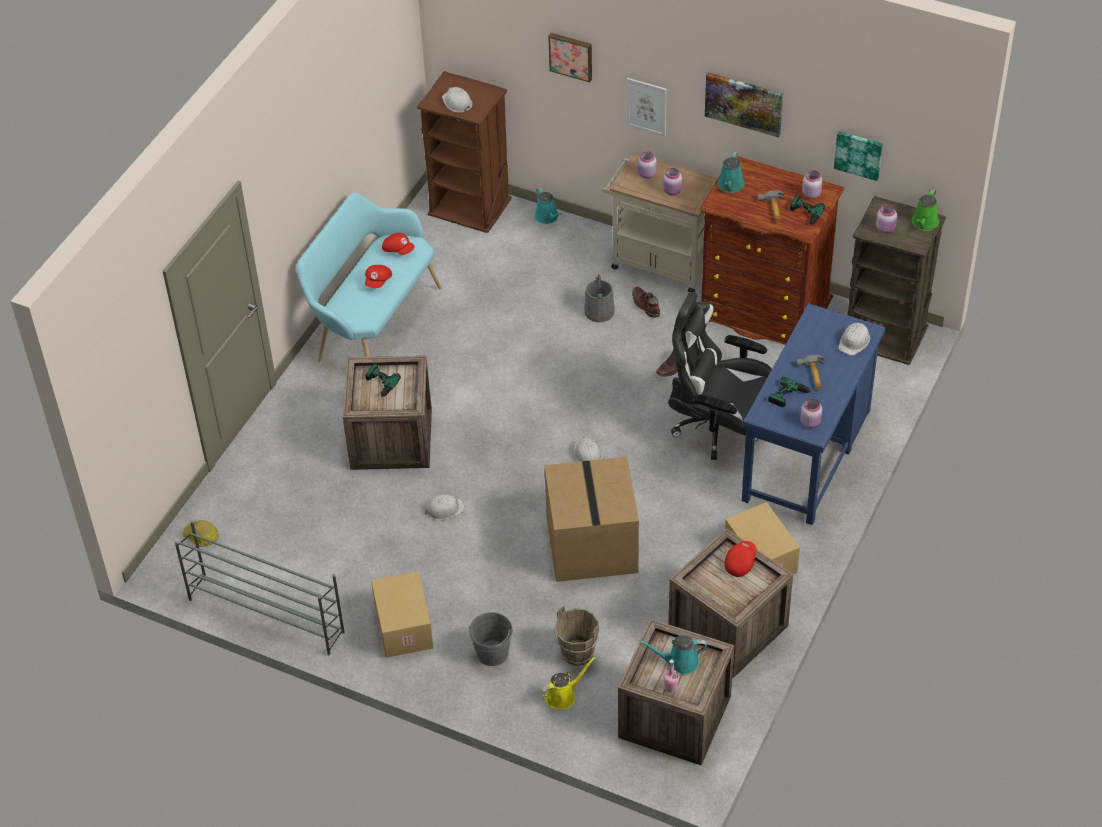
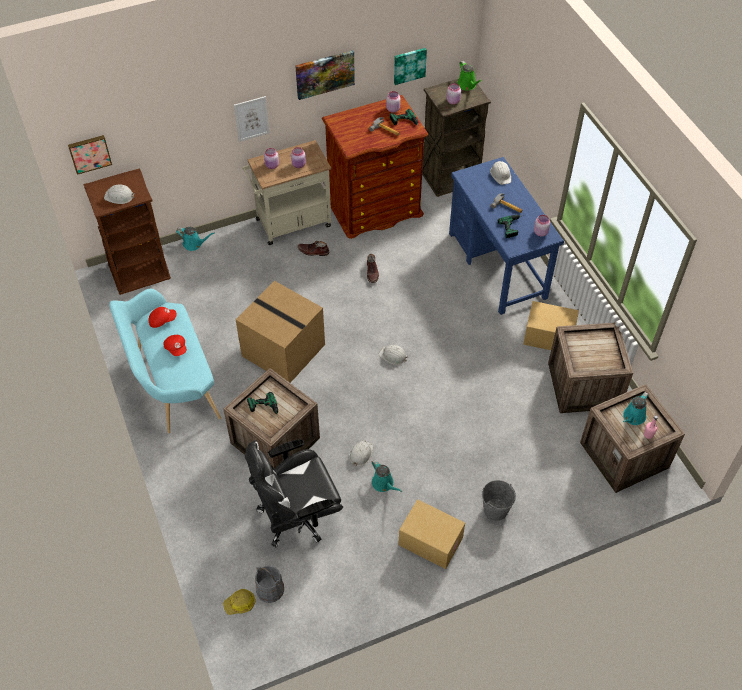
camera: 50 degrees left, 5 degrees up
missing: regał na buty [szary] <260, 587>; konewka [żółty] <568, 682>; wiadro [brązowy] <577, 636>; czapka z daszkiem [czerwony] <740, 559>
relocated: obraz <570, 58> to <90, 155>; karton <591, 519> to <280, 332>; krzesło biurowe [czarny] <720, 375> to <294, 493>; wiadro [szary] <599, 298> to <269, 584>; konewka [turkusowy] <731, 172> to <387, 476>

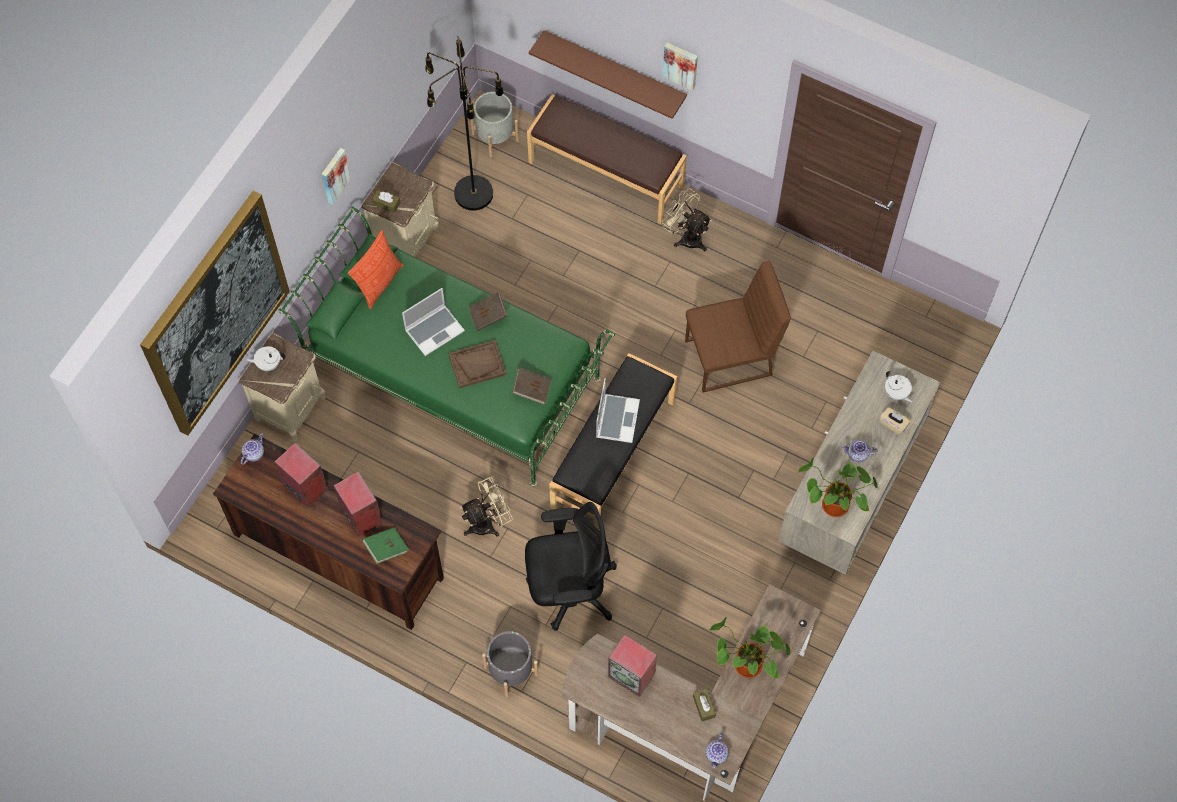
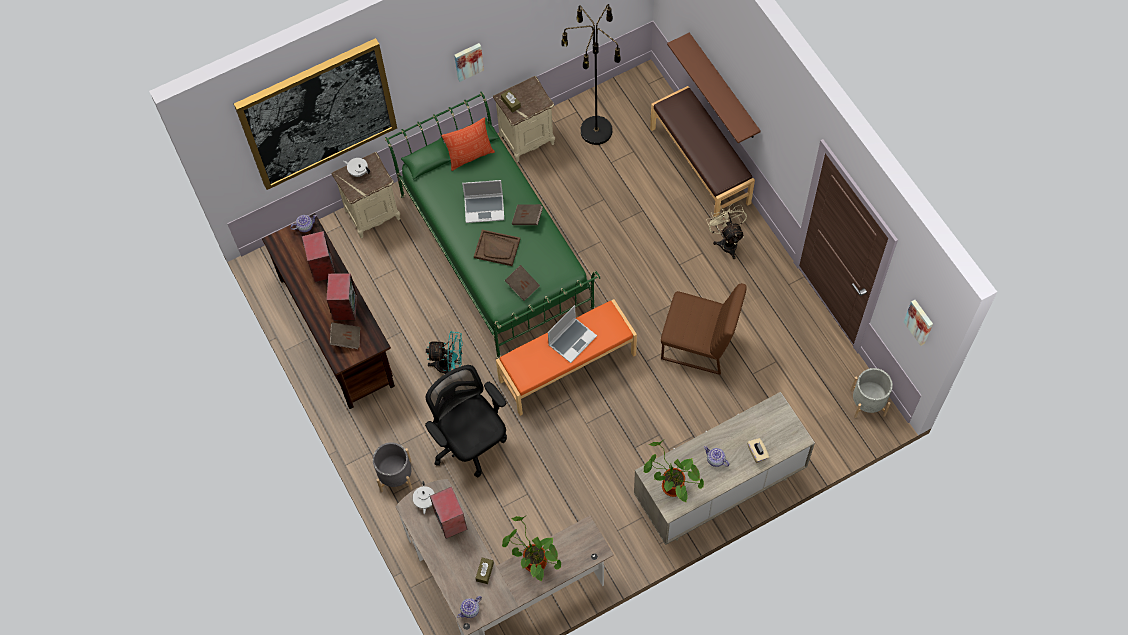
camera: 35 degrees right, 0 degrees up
relocated: imbryk [biały] <898, 386> to <423, 497>; donica [szary] <494, 124> to <872, 393>; obraz <680, 67> to <918, 323>
colour: książka [zielony] <385, 545> to książka [brązowy] <345, 335>; wentylator [beżowy] <486, 506> to wentylator [turkusowy] <444, 352>; ławka [czarny] <613, 434> to ławka [pomarańczowy] <566, 357>
spun: krzesło biurowe [czarny] <571, 566> = <466, 421> 150 degrees counterclockwise

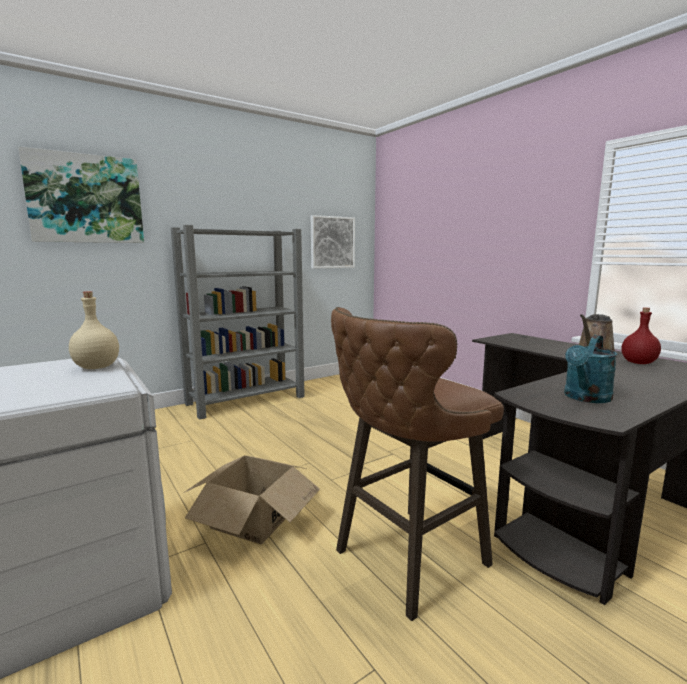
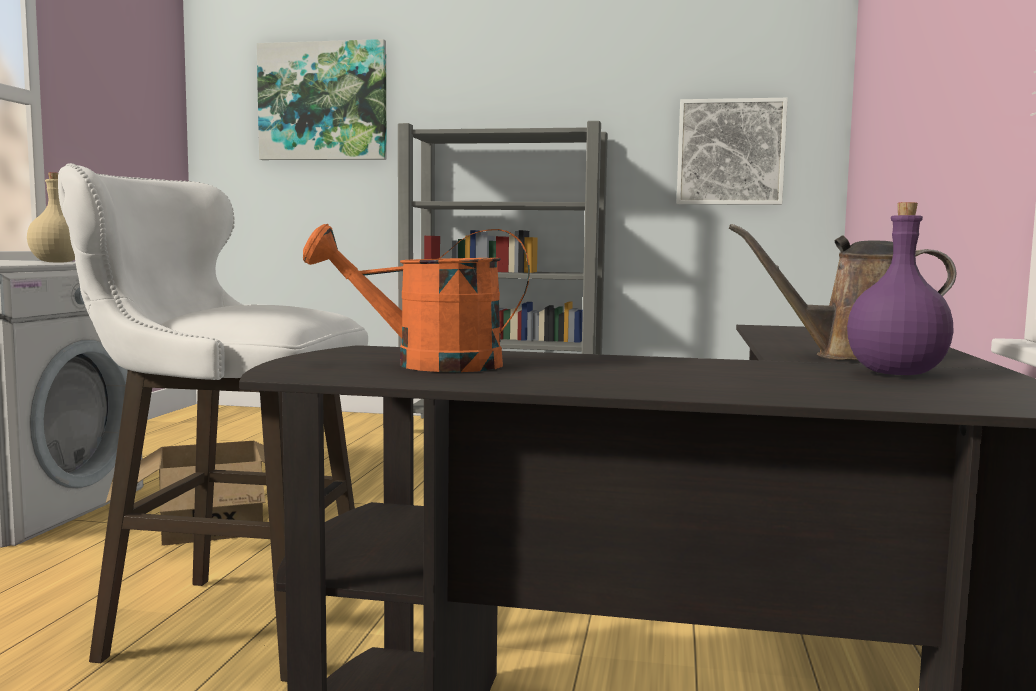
camera: 45 degrees right, 5 degrees down
colour: stołek [brązowy] <417, 464> to stołek [biały] <213, 422>; konewka [turkusowy] <590, 369> to konewka [pomarańczowy] <416, 297>; butelka [czerwony] <641, 335> to butelka [fioletowy] <900, 288>

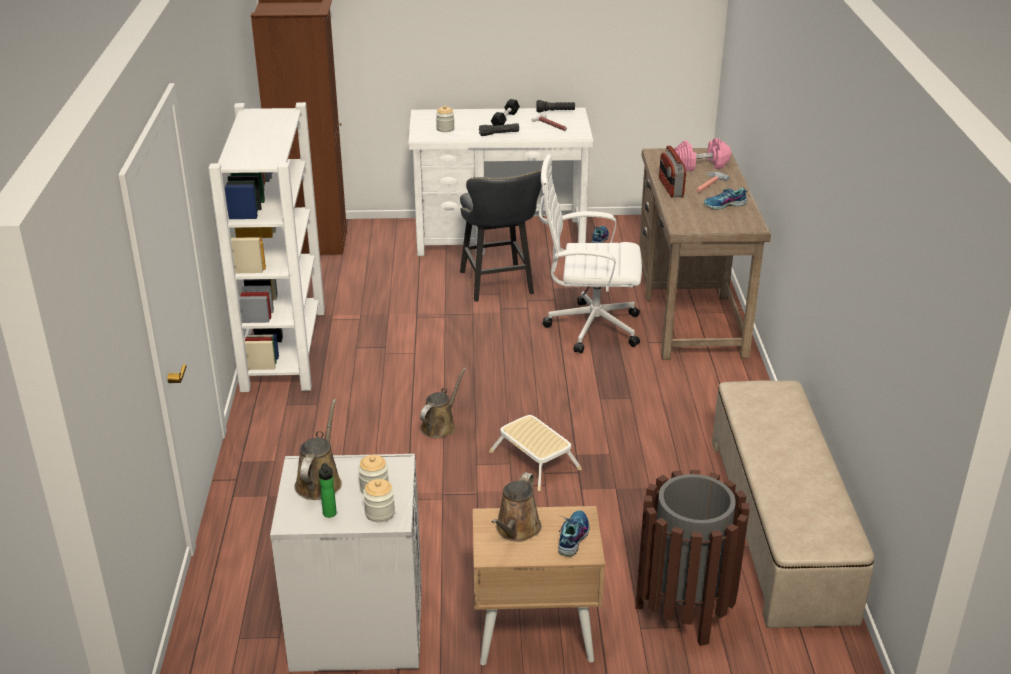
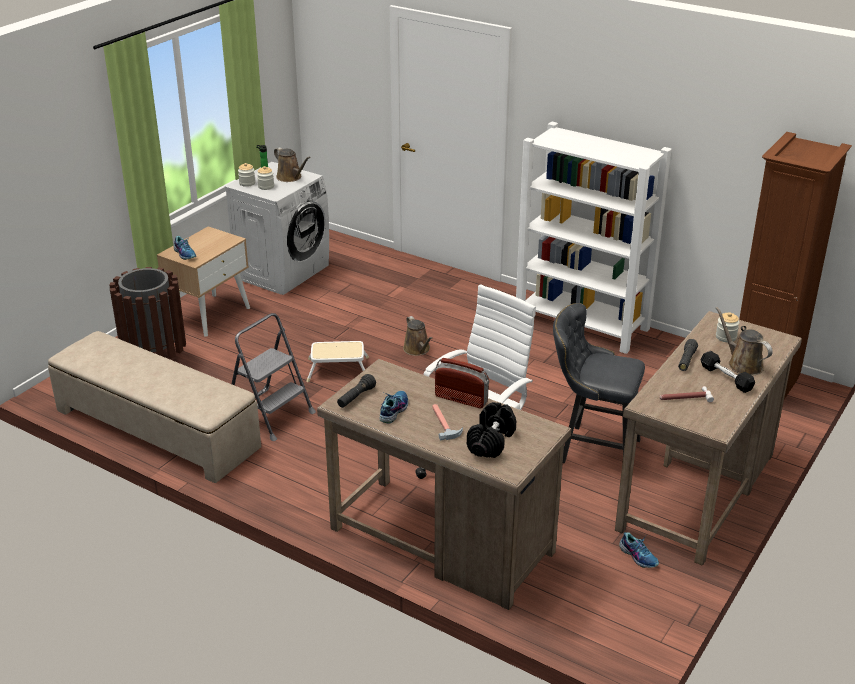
camera: 125 degrees right, 0 degrees up
appeared: drabinka [szary] <274, 377>
relocated: latarka [czarny] <555, 106> to <356, 391>; konewka [brązowy] <517, 507> to <744, 341>
colour: hantel [różowy] <703, 154> to hantel [czarny] <491, 430>; biurko [biały] <500, 182> to biurko [brązowy] <708, 438>

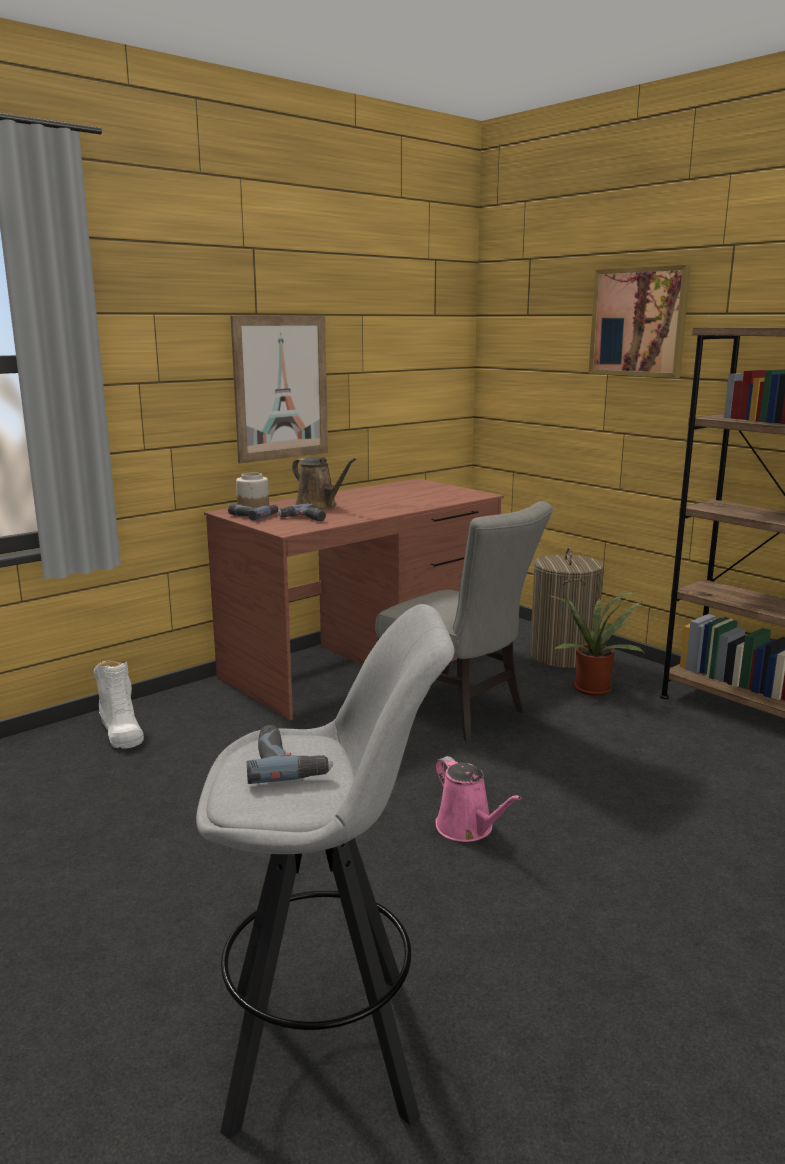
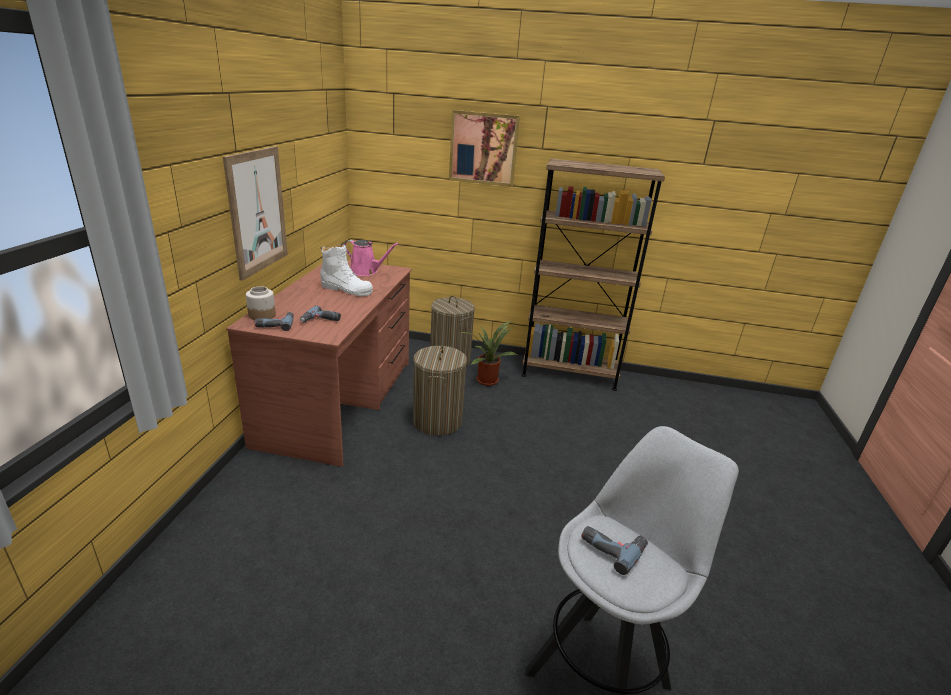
camera: 40 degrees left, 10 degrees up
missing: konewka [brązowy] <324, 483>
relocated: but z cholewką [biały] <119, 704> to <346, 270>; konewka [różowy] <478, 799> to <371, 258>
exchanged: krzesło [szary] <464, 621> to kosz na pranie <440, 390>

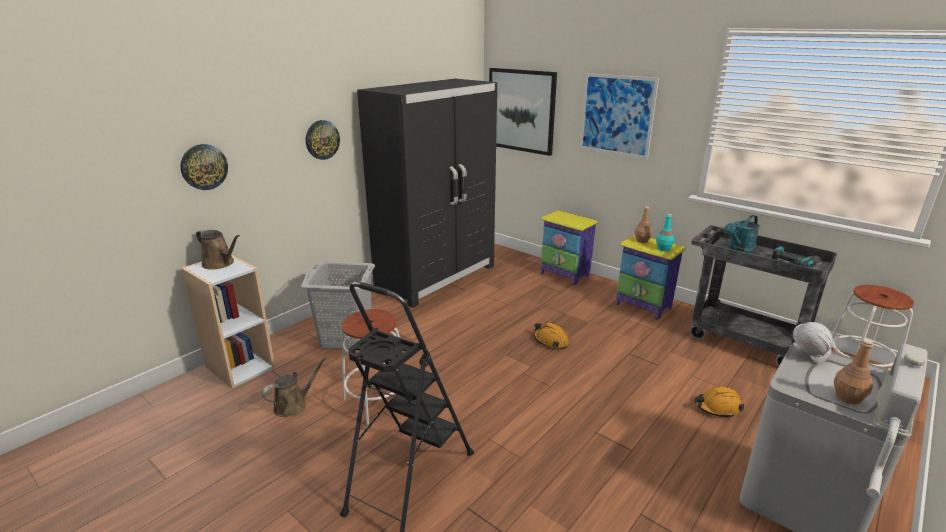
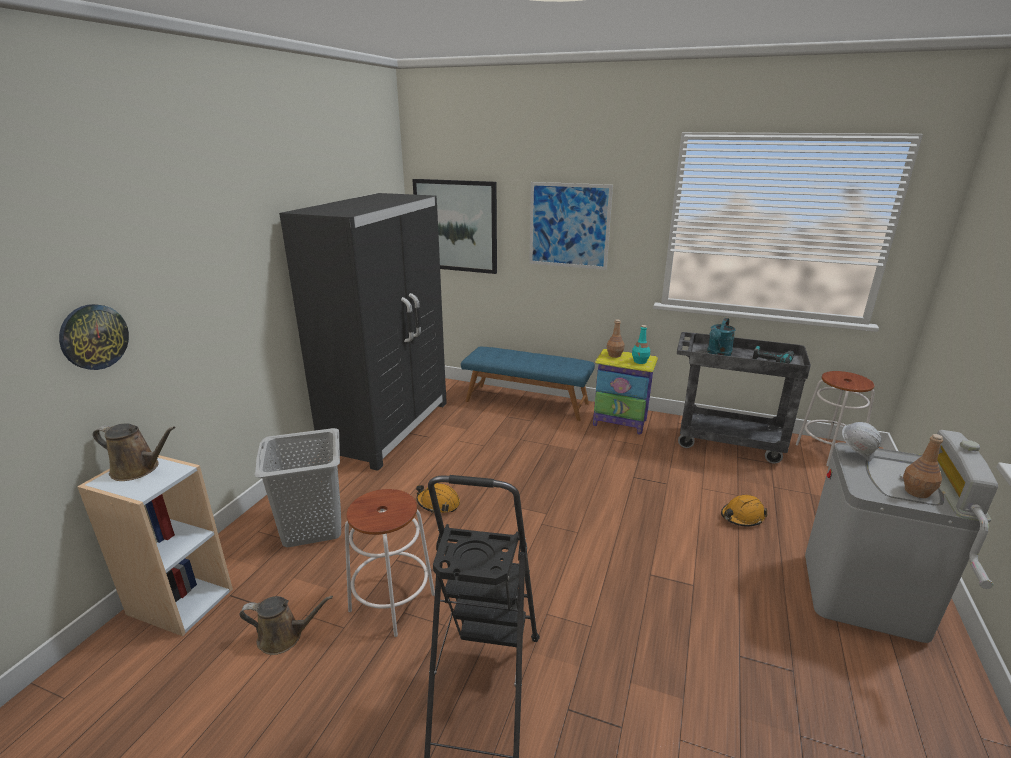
camera: 20 degrees left, 0 degrees up
missing: zegar ścienny <323, 140>
relocated: kask [pomarańczowy] <552, 336> to <438, 498>
exchanged: szafka nocna <569, 247> to ławka [niebieski] <528, 384>
spun: konewka [brązowy] <294, 387> = <286, 625> 60 degrees clockwise

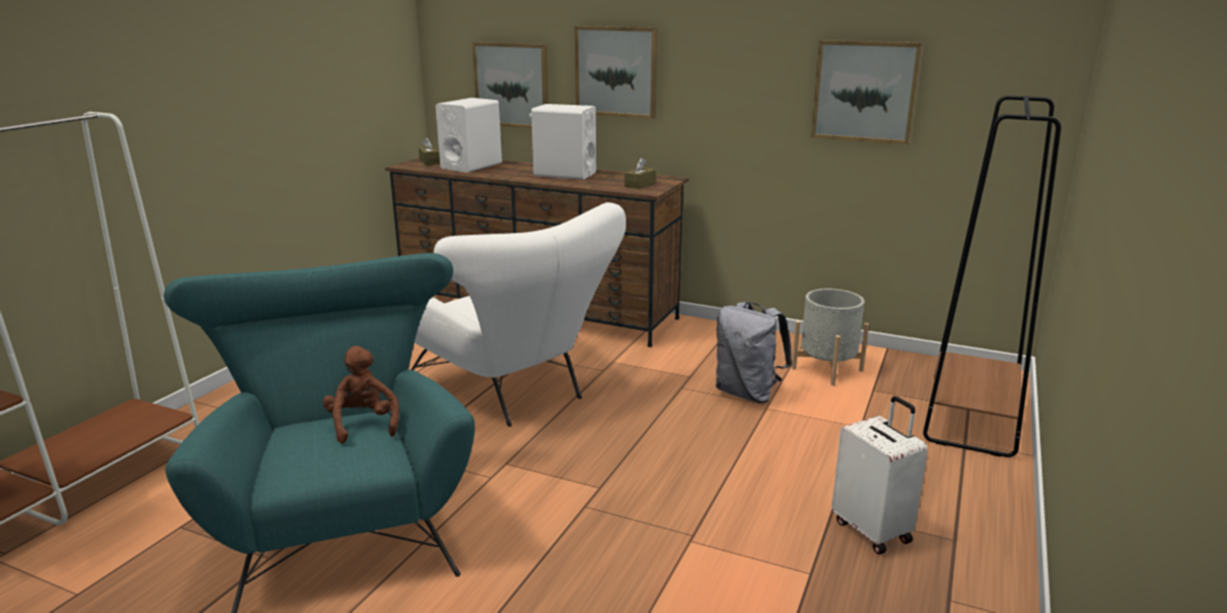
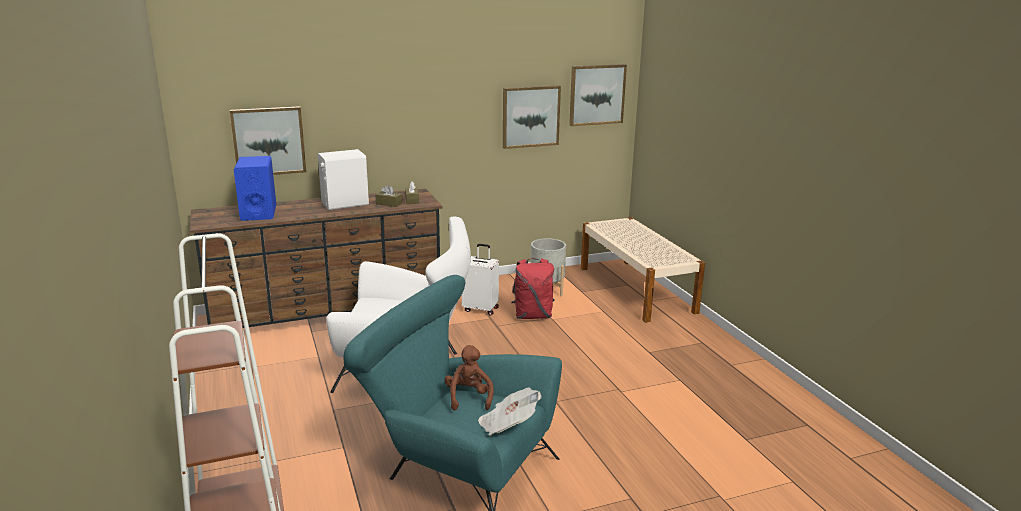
camera: 45 degrees left, 0 degrees up
appeared: gazeta <510, 411>
relocated: pudełko chusteczek [brązowy] <429, 151> to <389, 196>; walizka [biały] <880, 475> to <480, 280>; obraz <616, 72> to <598, 95>
exchanged: wieszak <992, 276> to ławka [beżowy] <643, 270>
colour: głośnik [biały] <469, 135> to głośnik [niebieski] <255, 188>; plecak [szary] <754, 352> to plecak [czerwony] <533, 288>
spun: pluszak [brązowy] <360, 395> = <469, 378> 60 degrees clockwise

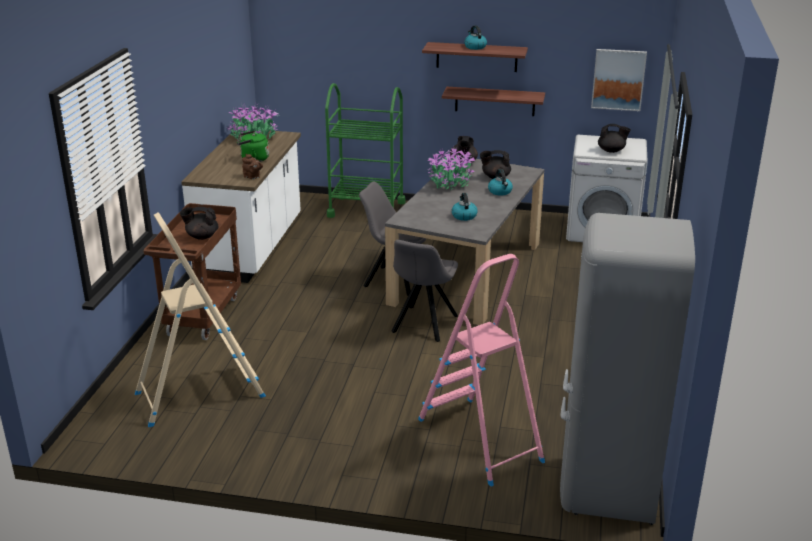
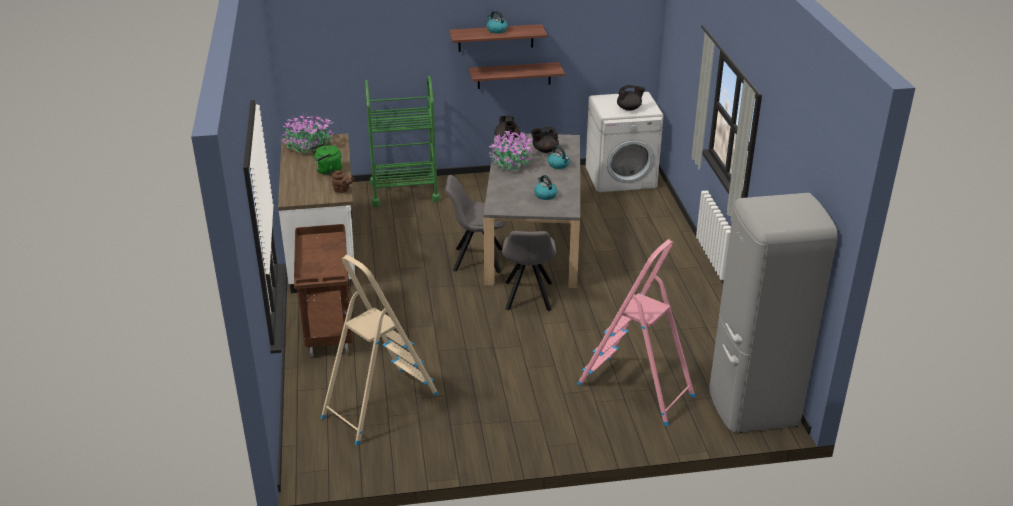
camera: 20 degrees left, 5 degrees up
missing: imbryk [czarny] <199, 223>; obraz <619, 80>

